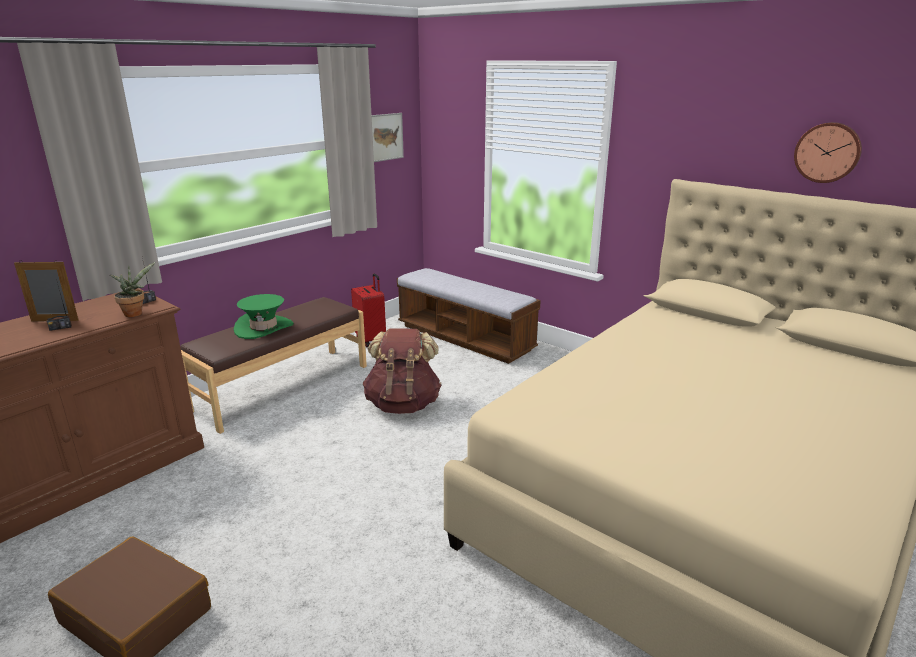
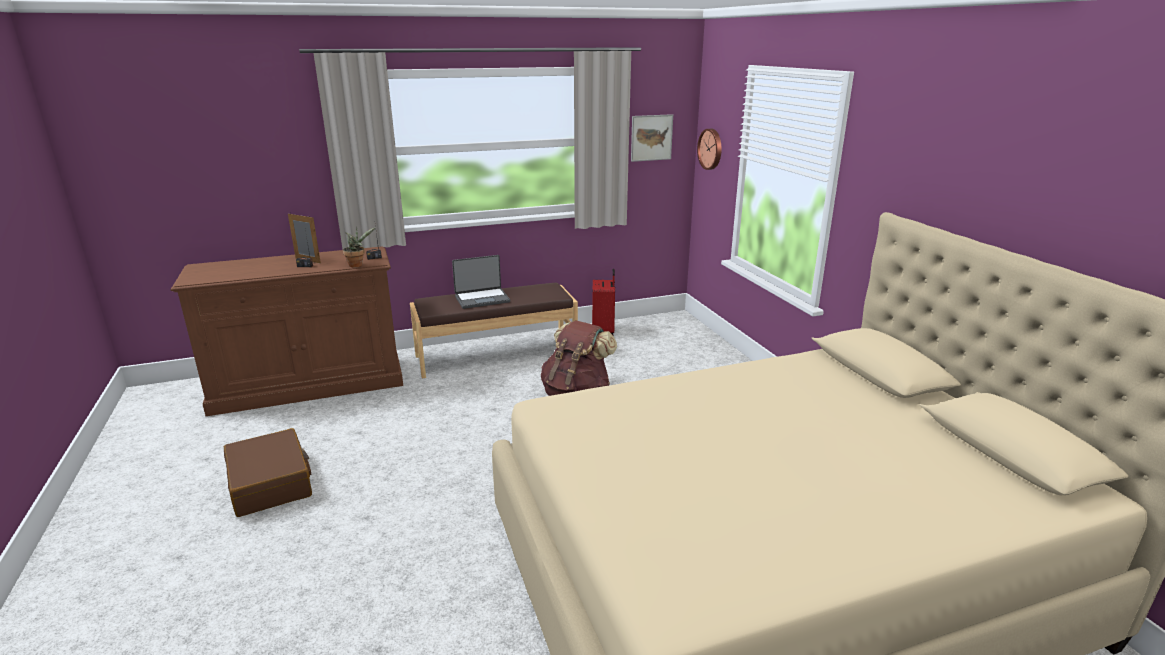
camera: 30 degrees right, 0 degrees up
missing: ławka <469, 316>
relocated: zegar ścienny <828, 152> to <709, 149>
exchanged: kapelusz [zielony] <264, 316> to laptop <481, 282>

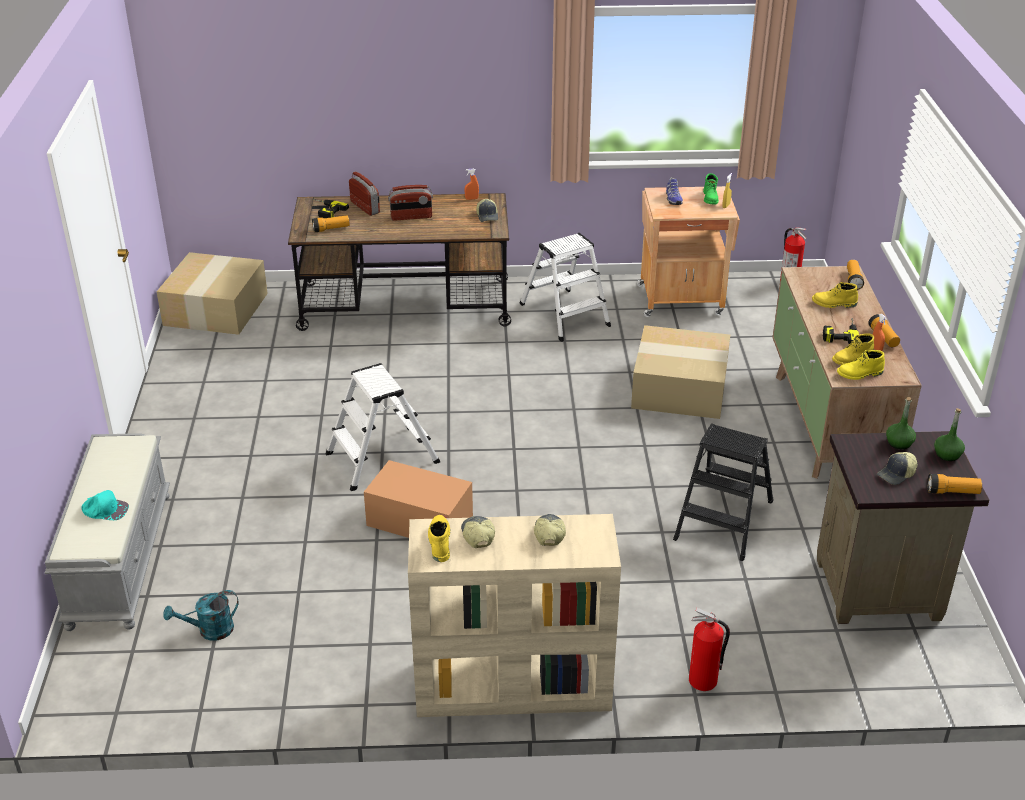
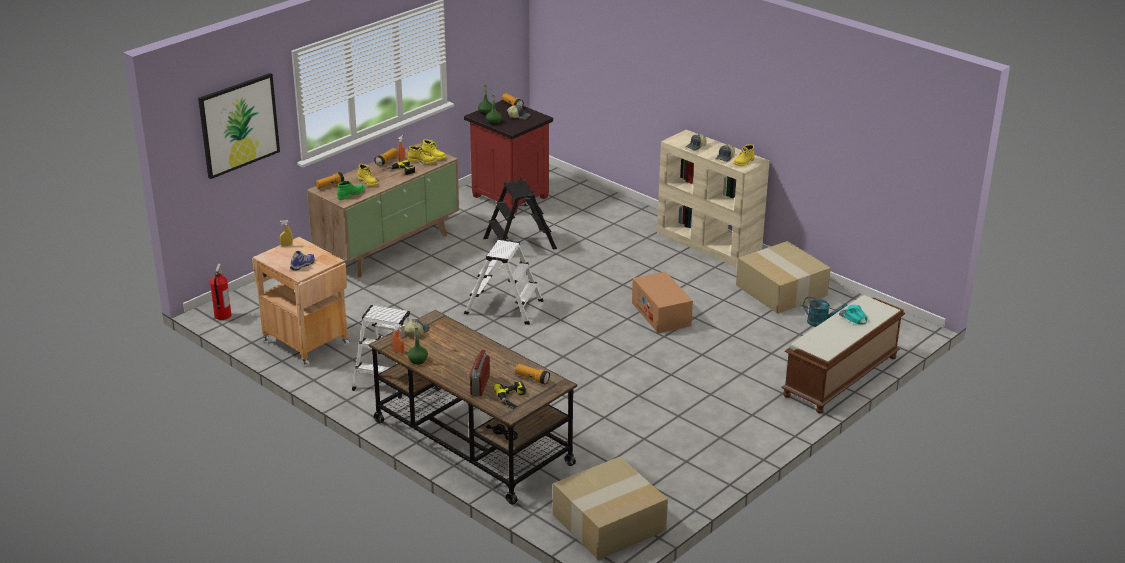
camera: 135 degrees left, 5 degrees down
missing: radio <410, 203>; gaśnica <709, 649>
appeared: obraz <239, 126>; butelka [zielony] <418, 345>
relocated: but z cholewką [zielony] <711, 189> to <351, 190>; drabinka [biały] <383, 427> to <504, 282>; karton <680, 372> to <783, 277>
colour: szafka [beżowy] <903, 527> to szafka [czerwony] <508, 157>; ławka [szary] <107, 532> to ławka [brązowy] <843, 354>

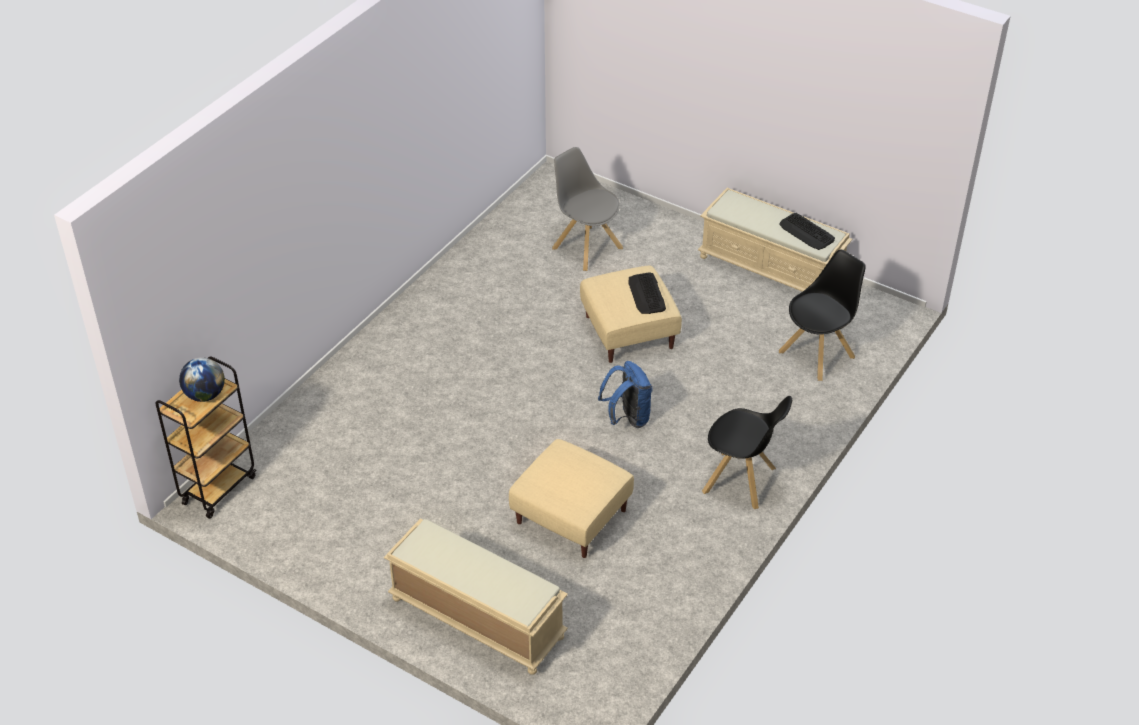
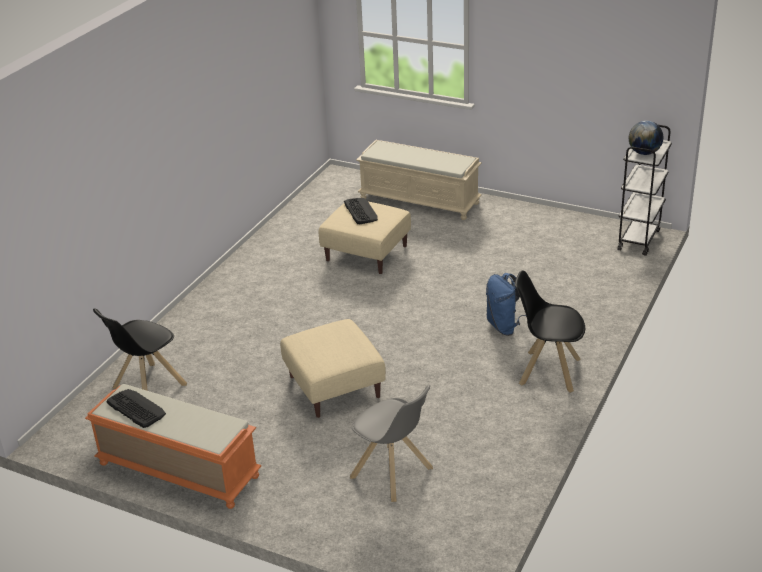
camera: 175 degrees right, 10 degrees down
relocated: klawiatura <647, 293> to <361, 211>; plecak [niebieski] <625, 394> to <506, 304>; krzesło [czarny] <747, 452> to <549, 331>
colour: ławka [beżowy] <775, 240> to ławka [pomarańczowy] <173, 446>; wózek [brązowy] <207, 437> to wózek [biały] <644, 190>

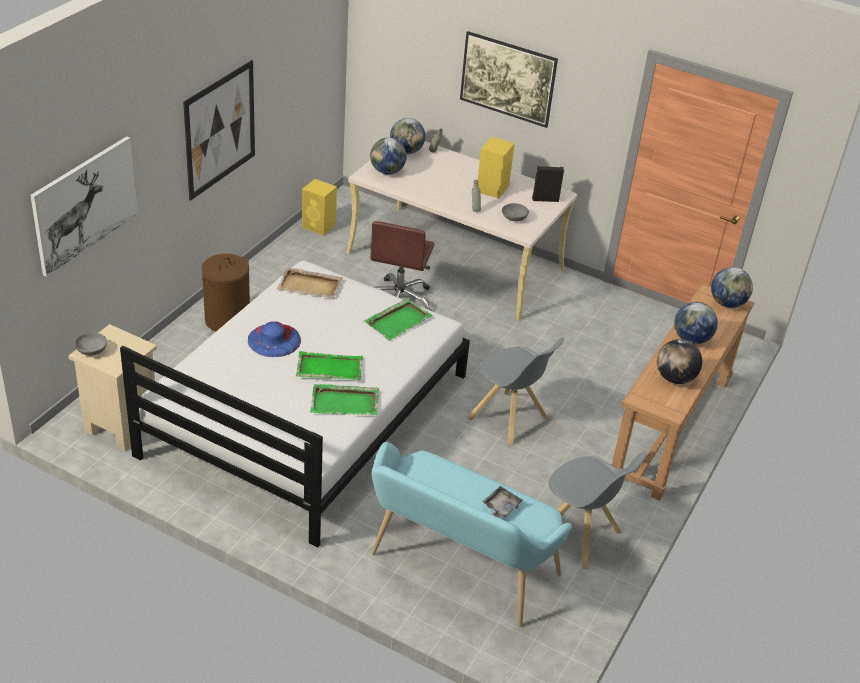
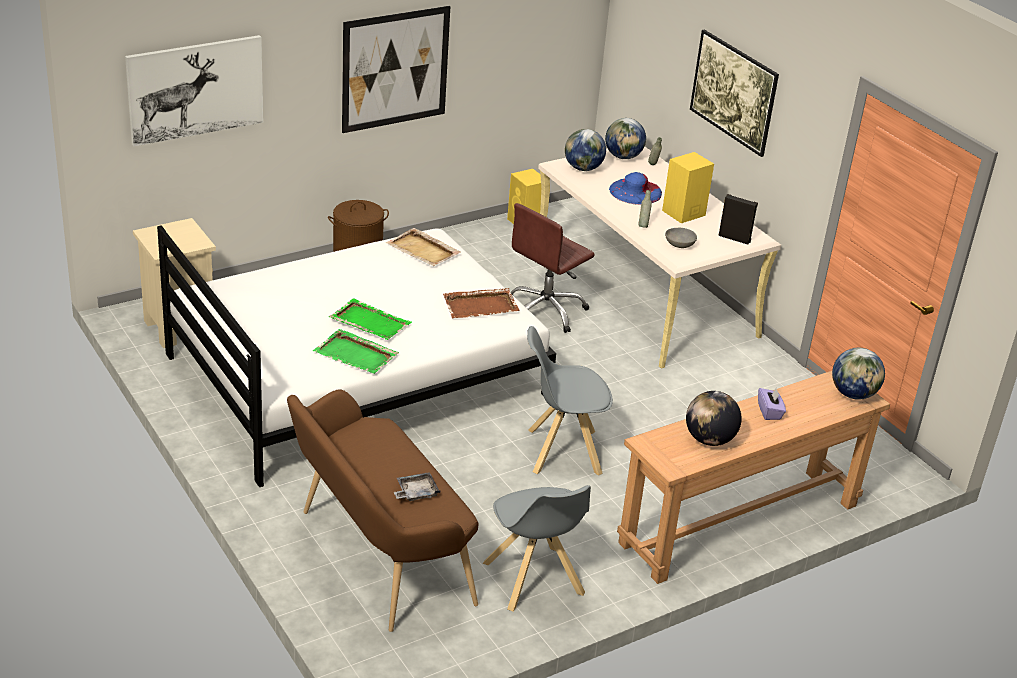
camera: 30 degrees right, 5 degrees down
missing: miska [szary] <90, 344>
relocated: kapelusz [niebieski] <274, 339> to <635, 188>
exchanged: globus <696, 323> to pudełko chusteczek [fioletowy] <772, 403>
colour: ławka [turkusowy] <471, 534> to ławka [brązowy] <383, 510>; taca [zielony] <398, 319> to taca [brązowy] <481, 303>
spun: krzesło [szary] <516, 392> = <570, 401> 105 degrees clockwise

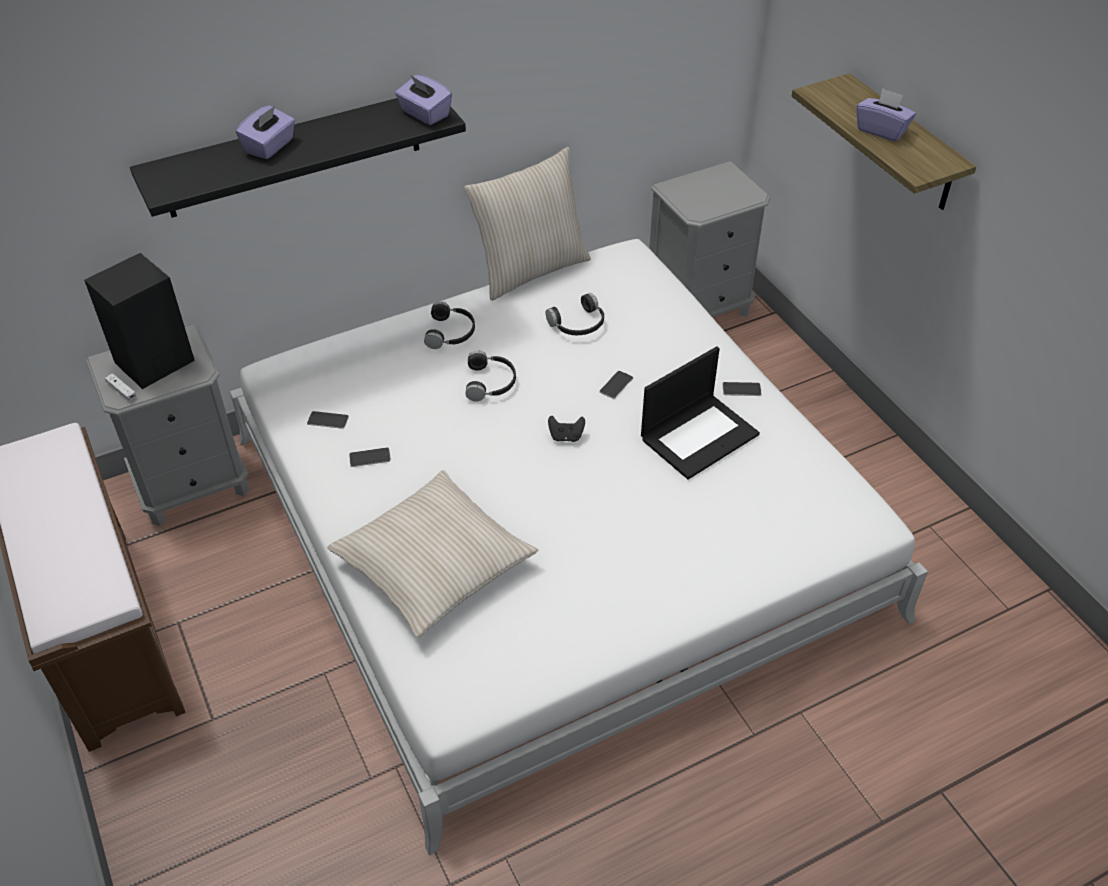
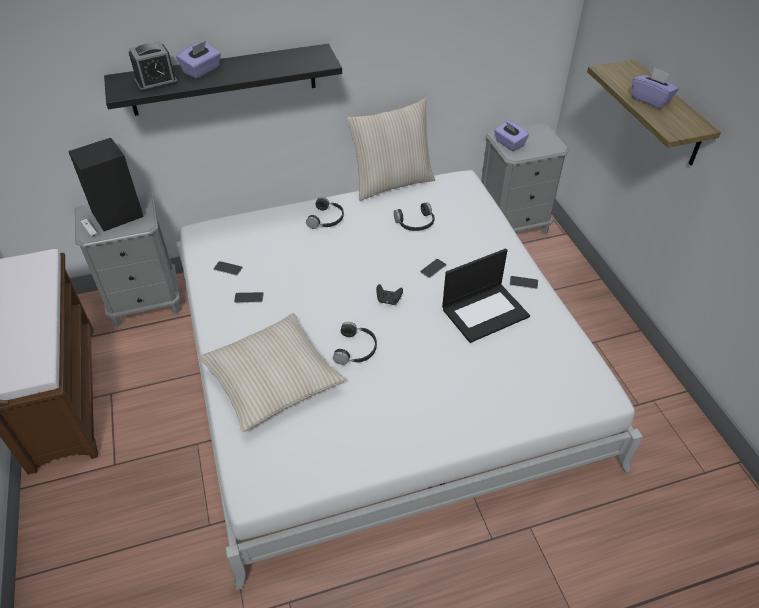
camera: 10 degrees right, 0 degrees up
appeared: budzik <153, 67>
relocated: słuchawki [czarny] <490, 375> to <355, 343>; pudełko chusteczek [fioletowy] <423, 100> to <511, 135>

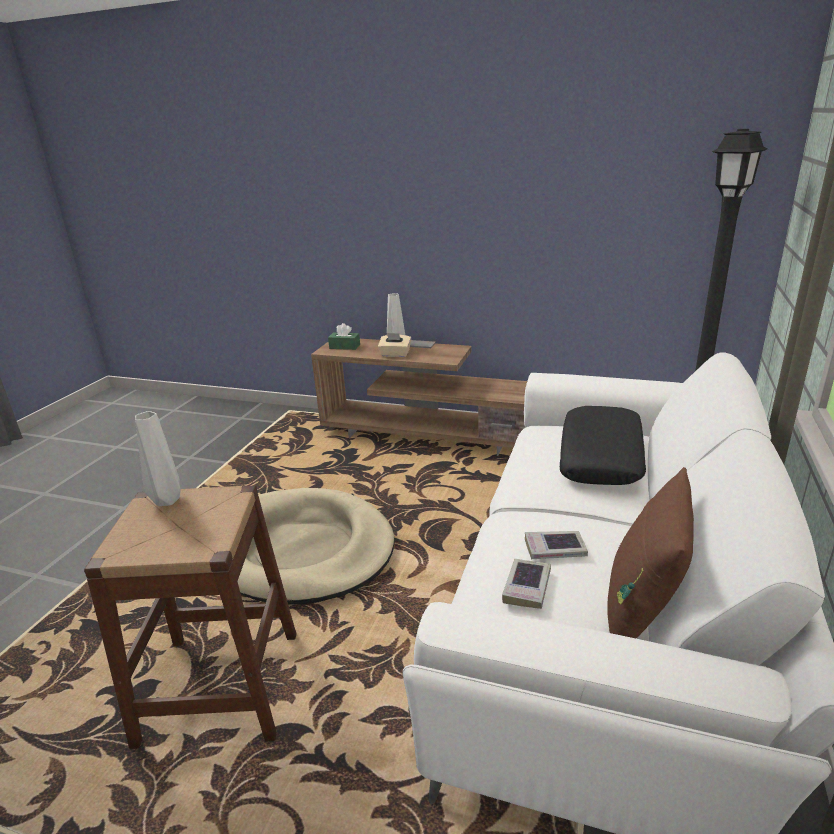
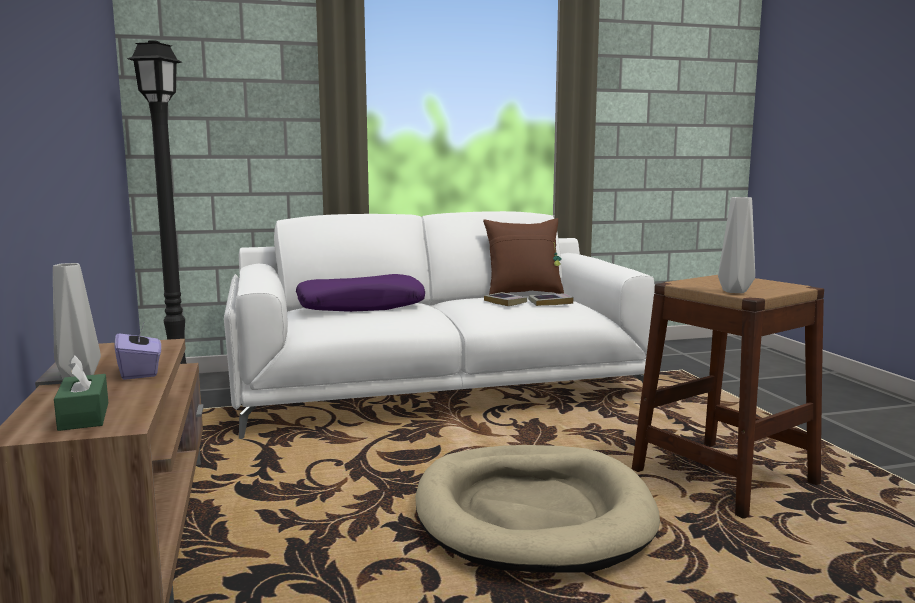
camera: 125 degrees left, 15 degrees down
colour: pudełko chusteczek [beżowy] <394, 345> to pudełko chusteczek [fioletowy] <138, 350>; poduszka [czarny] <603, 445> to poduszka [fioletowy] <360, 293>

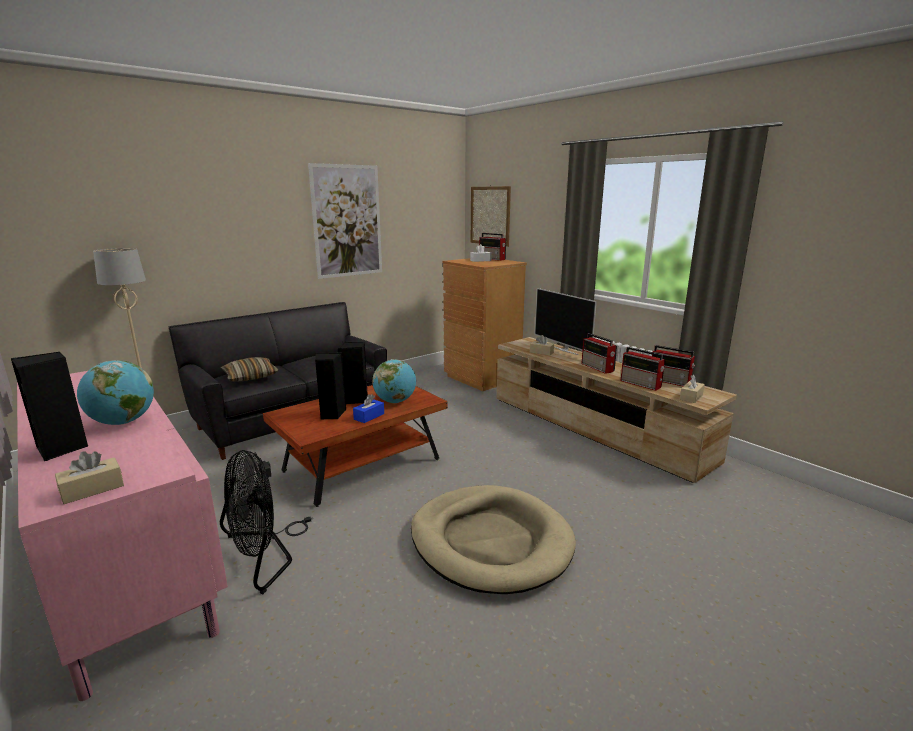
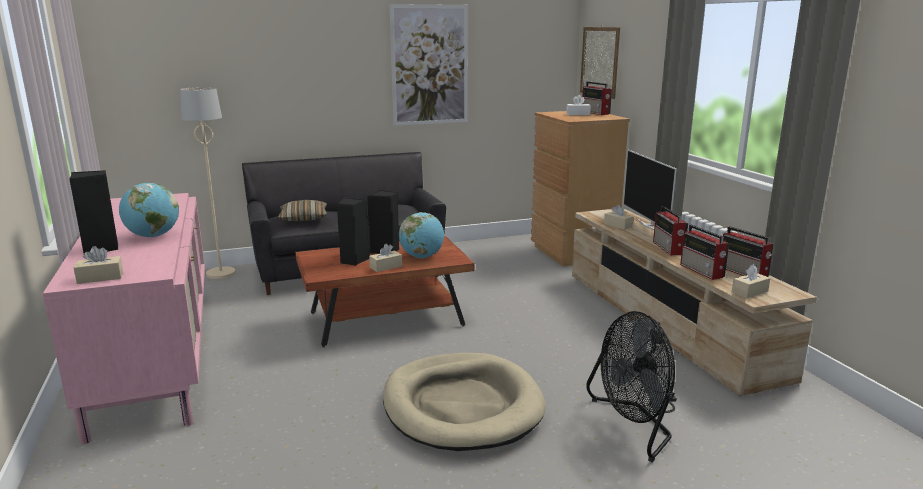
camera: 20 degrees right, 0 degrees up
relocated: wentylator [czarny] <266, 522> to <631, 386>
colour: pudełko chusteczek [niebieski] <368, 408> to pudełko chusteczek [beżowy] <385, 258>

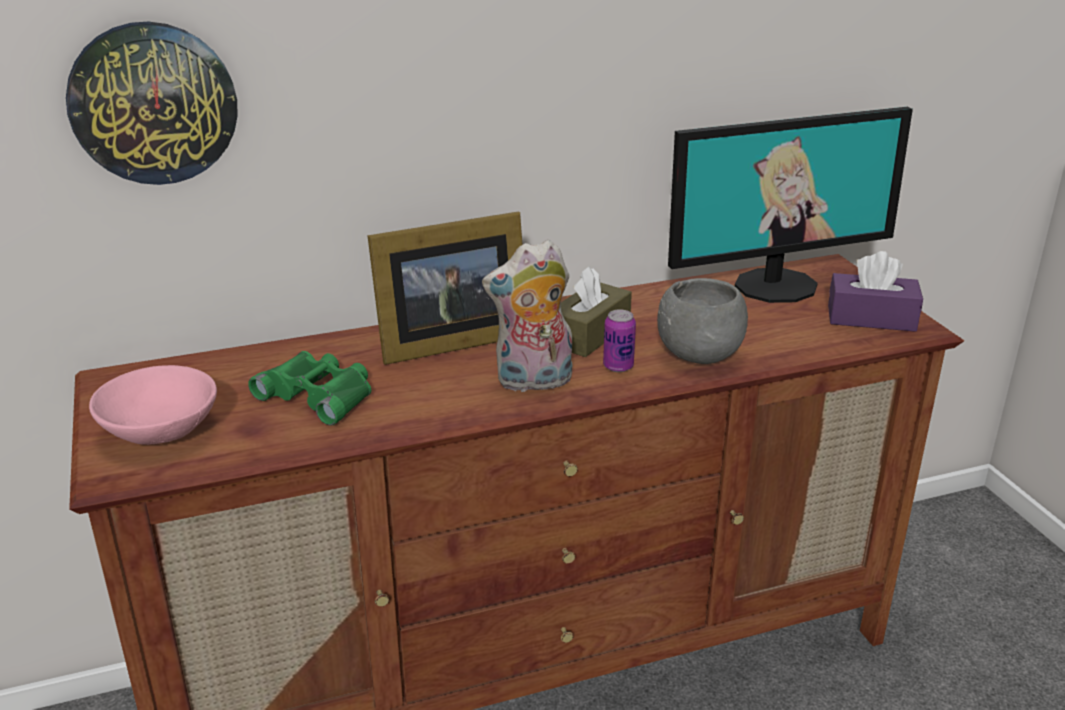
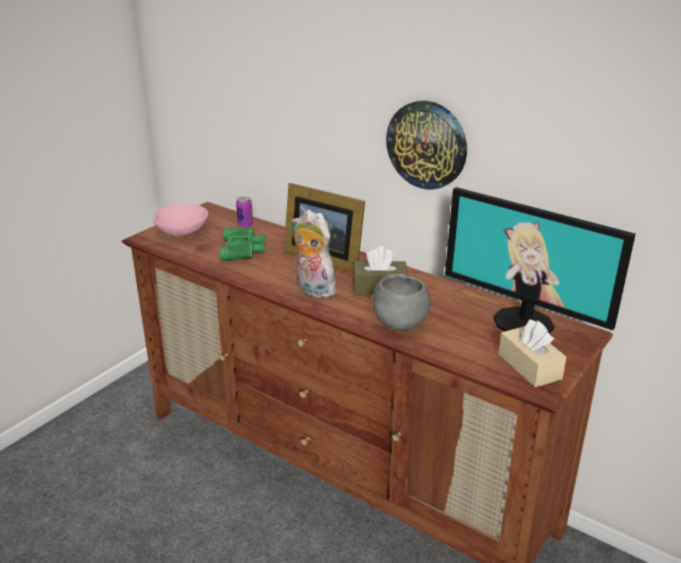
camera: 55 degrees right, 0 degrees up
relocated: puszka <619, 340> to <244, 212>; zegar ścienny <152, 103> to <426, 145>
colour: pudełko chusteczek [fioletowy] <875, 291> to pudełko chusteczek [beżowy] <532, 353>

